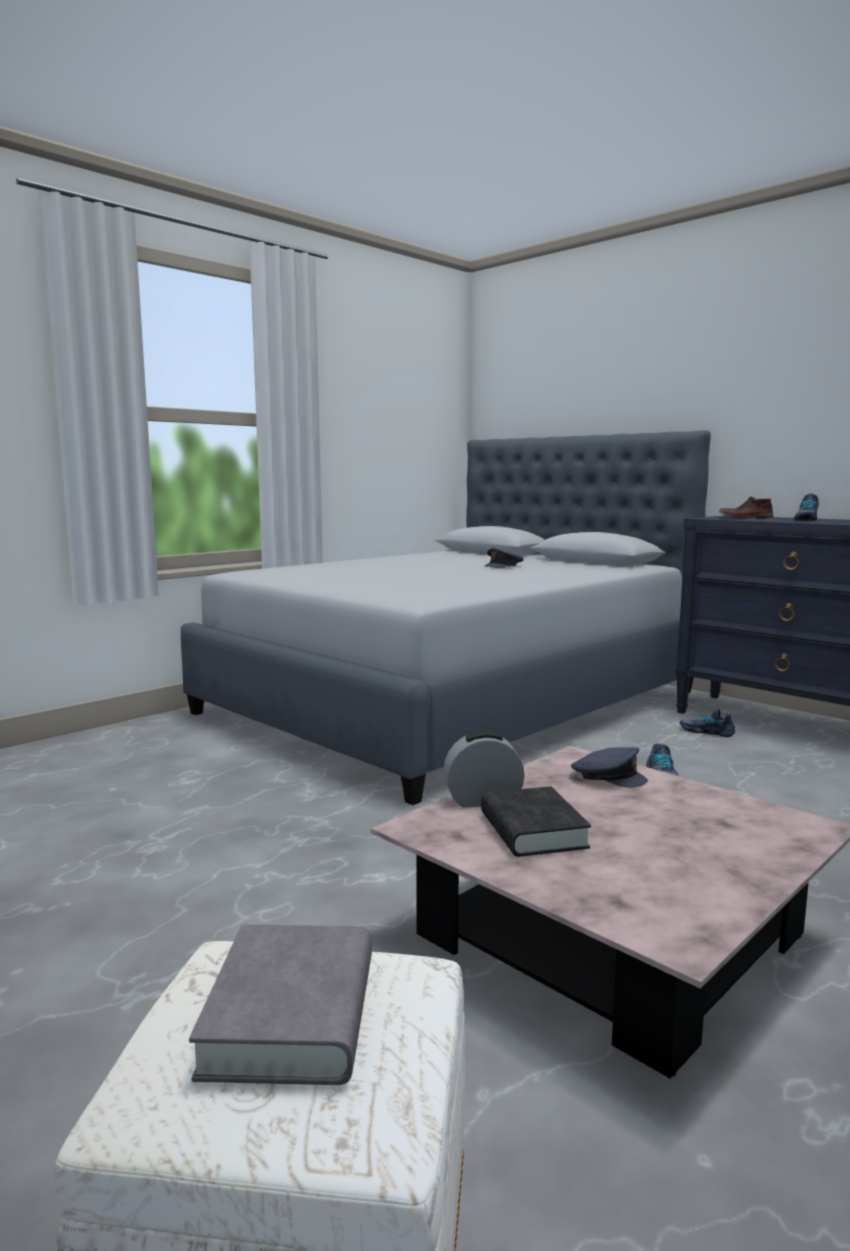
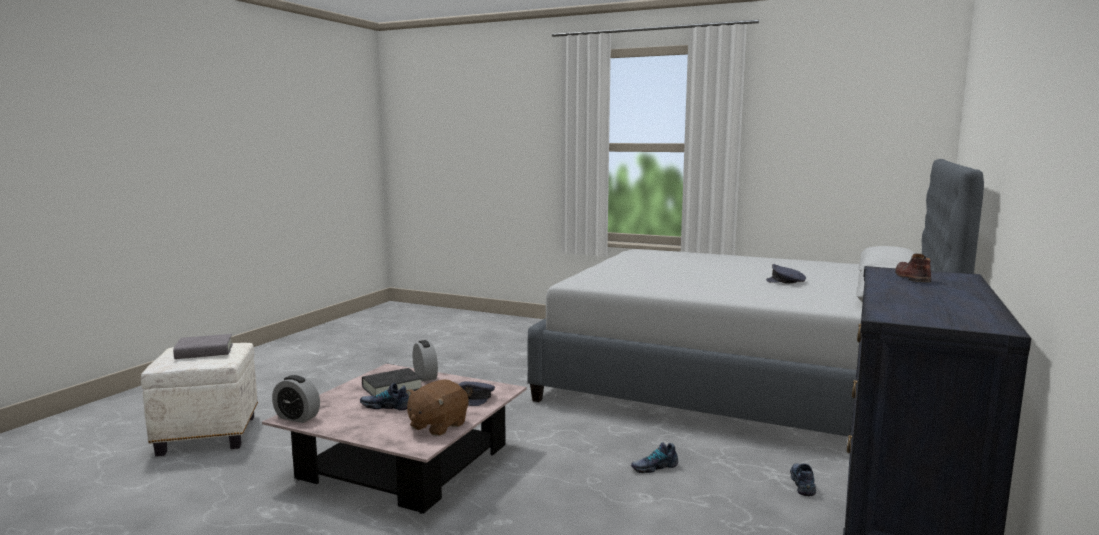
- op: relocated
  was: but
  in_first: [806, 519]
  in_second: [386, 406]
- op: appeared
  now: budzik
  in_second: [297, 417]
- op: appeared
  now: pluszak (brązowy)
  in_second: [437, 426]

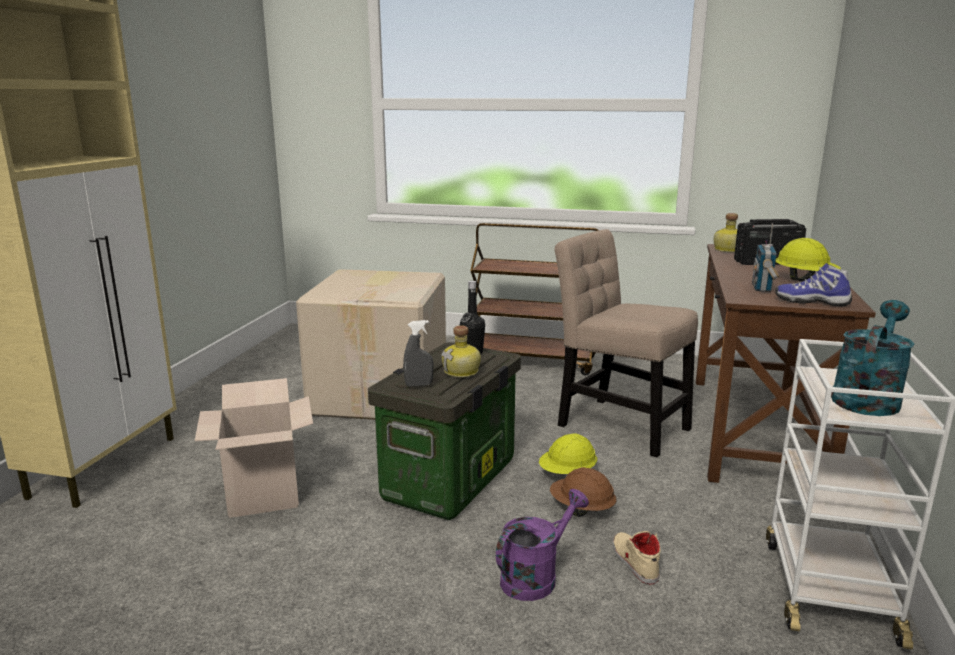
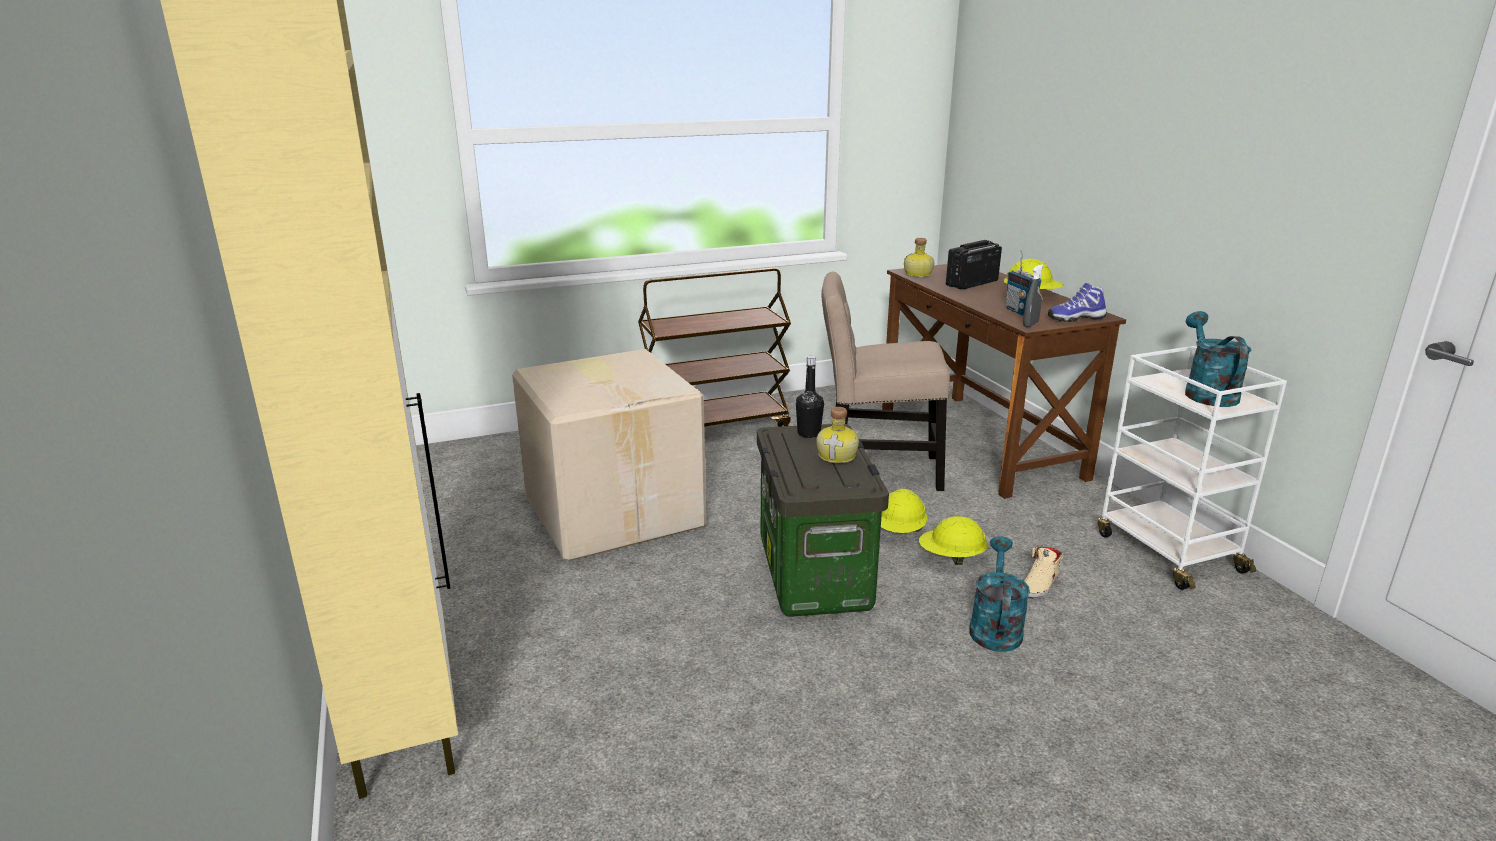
- op: relocated
  was: spryskiwacz (szary)
  in_first: [419, 385]
  in_second: [1030, 325]
- op: missing
  was: karton
  in_first: [263, 494]
- op: colour
  was: kask (brązowy)
  now: kask (żółty)
  in_first: [581, 509]
  in_second: [951, 558]
- op: colour
  was: konewka (fioletowy)
  now: konewka (turkusowy)
  in_first: [535, 576]
  in_second: [995, 627]
- op: spun
  was: but (beżowy)
  in_first: [634, 561]
  in_second: [1040, 584]
  clockwise: -90

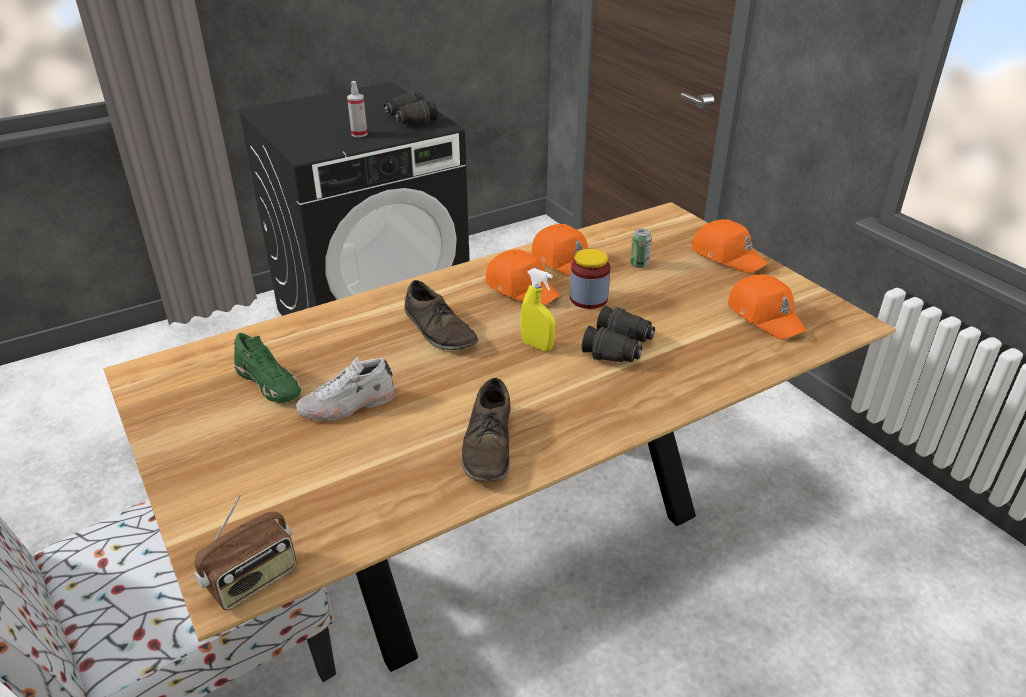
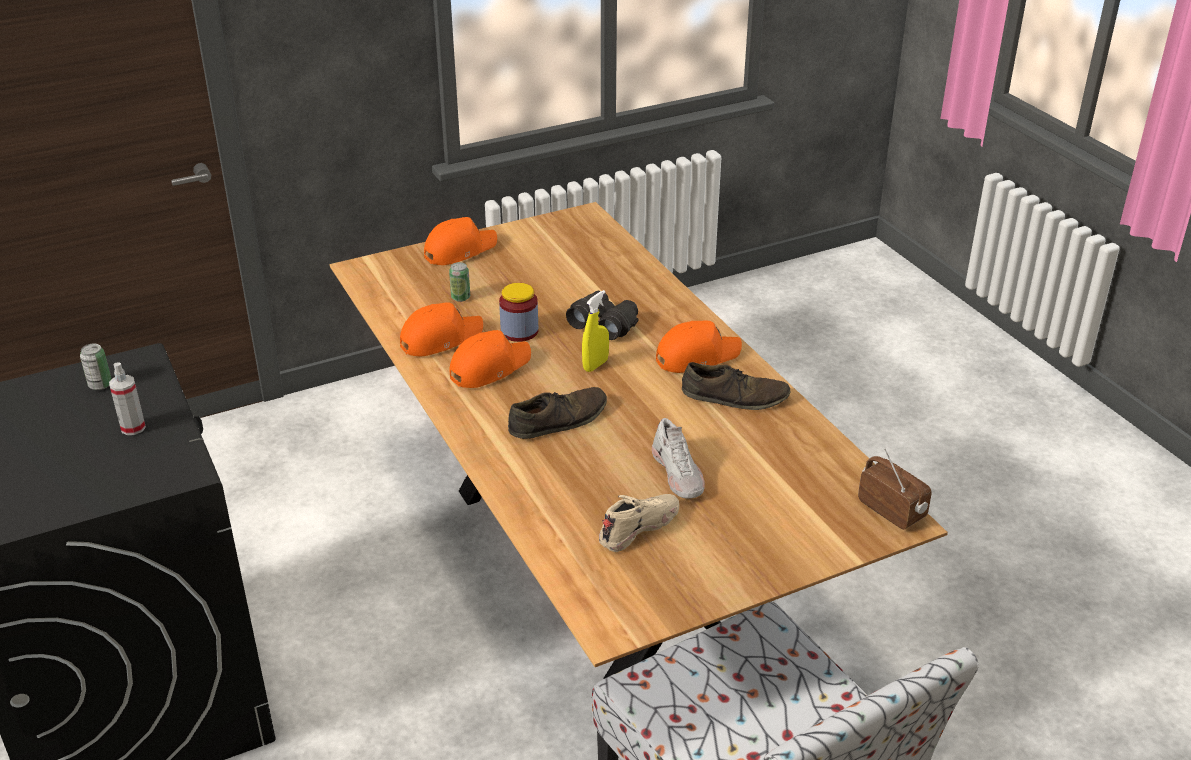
- op: exchanged
  was: lornetka (czarny)
  now: puszka
  in_first: [410, 119]
  in_second: [100, 385]
- op: relocated
  was: czapka z daszkiem (pomarańczowy)
  in_first: [765, 316]
  in_second: [696, 356]
- op: colour
  was: but (zielony)
  now: but (beżowy)
  in_first: [269, 383]
  in_second: [638, 527]

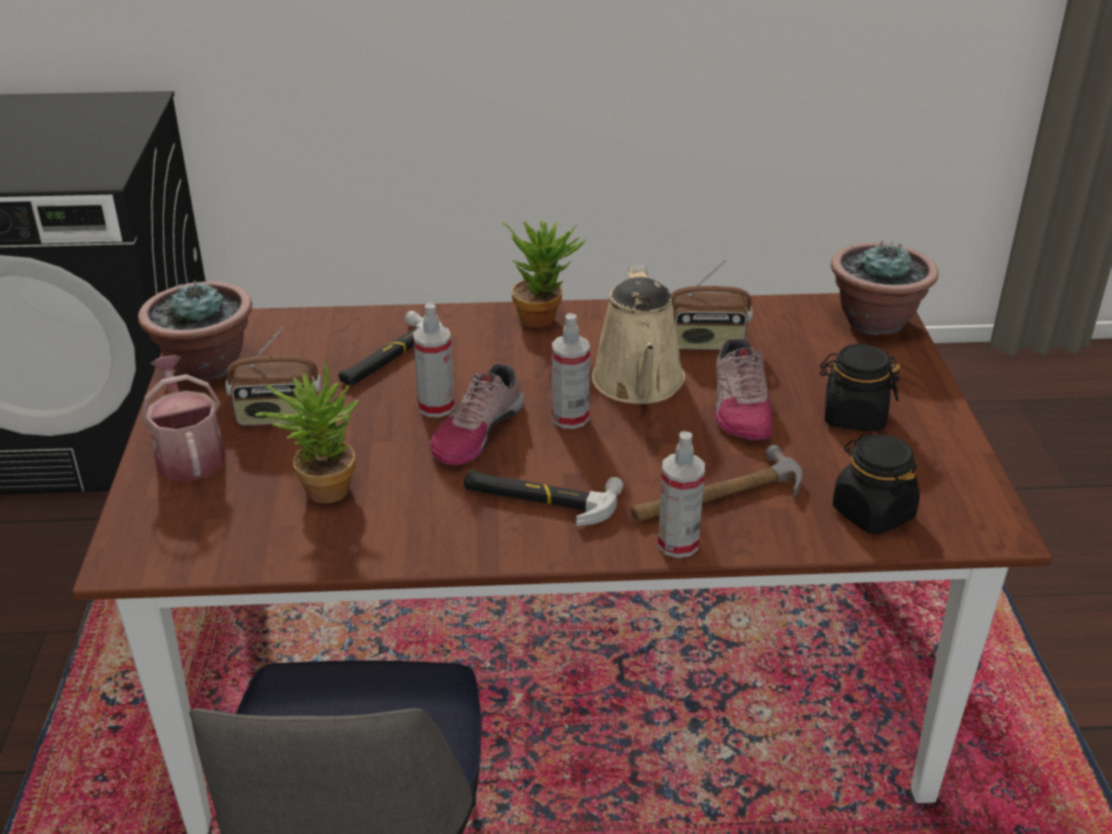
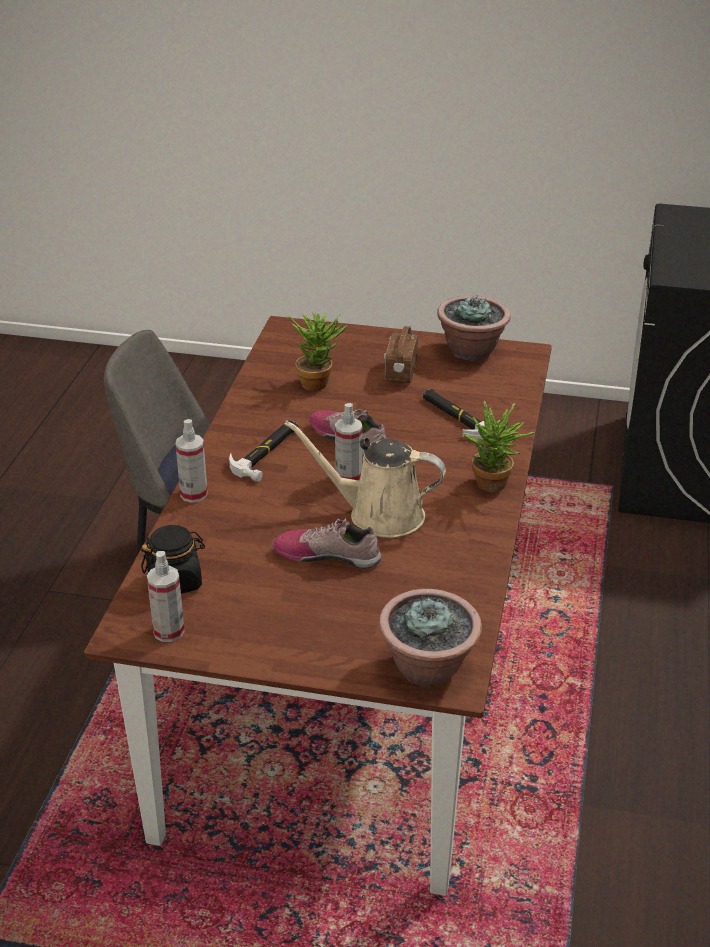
- op: missing
  was: radio
  in_first: [707, 343]
- op: relocated
  was: spryskiwacz
  in_first: [436, 407]
  in_second: [168, 631]
- op: missing
  was: słoik (czarny)
  in_first: [853, 416]
- op: missing
  was: konewka
  in_first: [189, 454]
- op: missing
  was: młotek
  in_first: [717, 497]

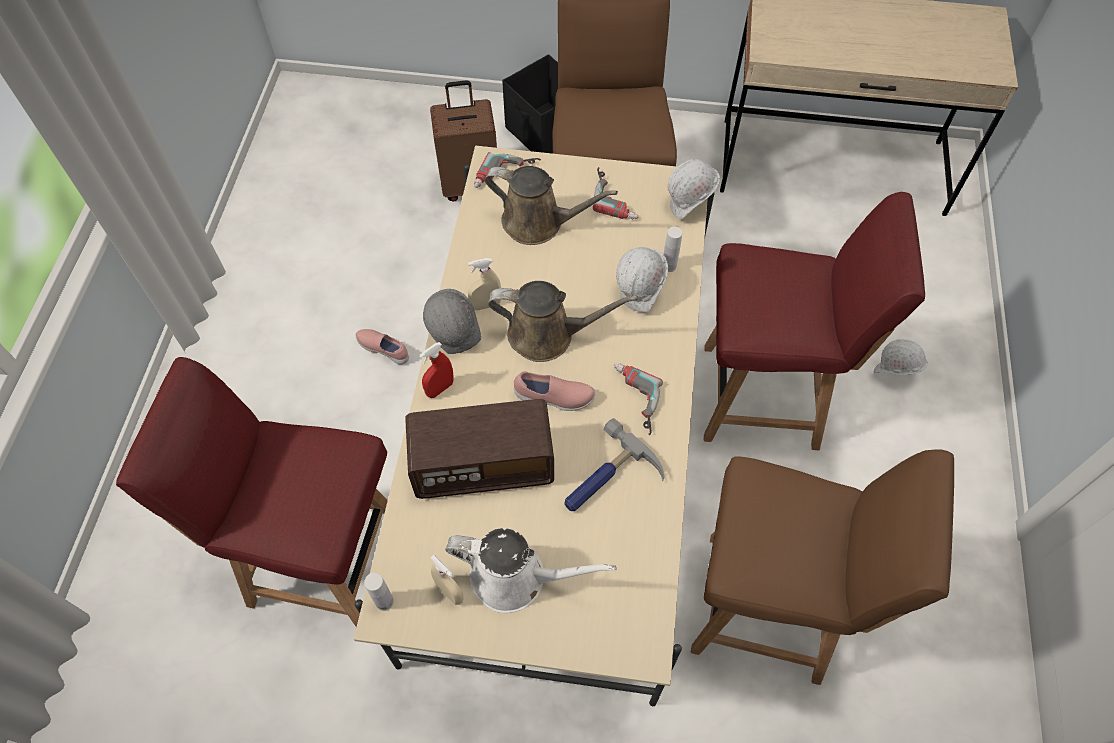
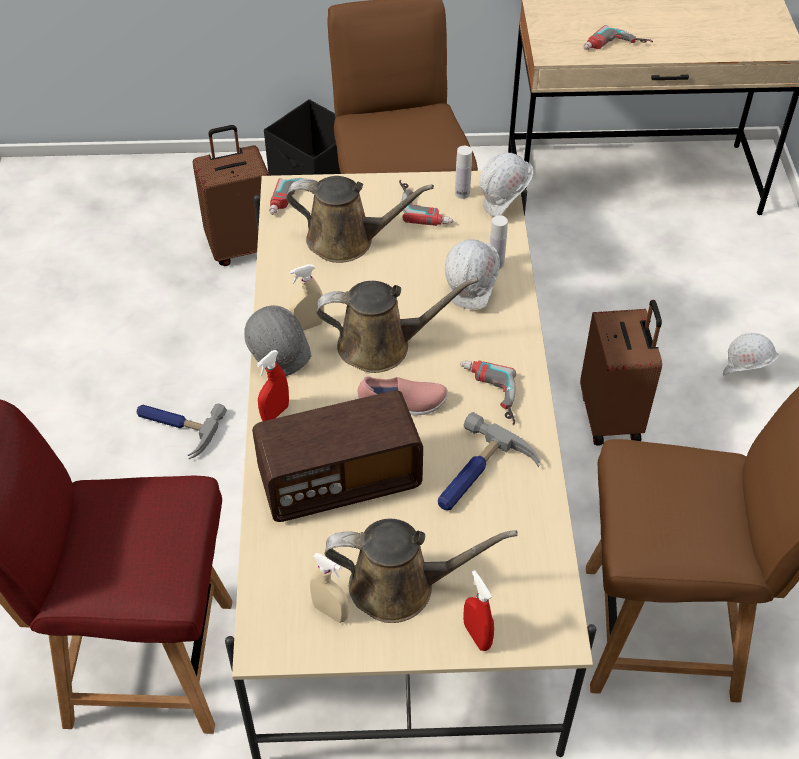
- op: exchanged
  was: krzesło (czerwony)
  now: walizka (brązowy)
  in_first: [764, 396]
  in_second: [612, 417]
- op: exchanged
  was: but (różowy)
  now: młotek
  in_first: [384, 349]
  in_second: [175, 428]
- op: colour
  was: konewka (biały)
  now: konewka (brązowy)
  in_first: [516, 578]
  in_second: [401, 586]
- op: relocated
  was: butelka (biały)
  in_first: [384, 601]
  in_second: [462, 193]
- op: appeared
  now: wiertarka
  in_second: [616, 48]
- op: appeared
  now: spryskiwacz (czerwony)
  in_second: [477, 636]

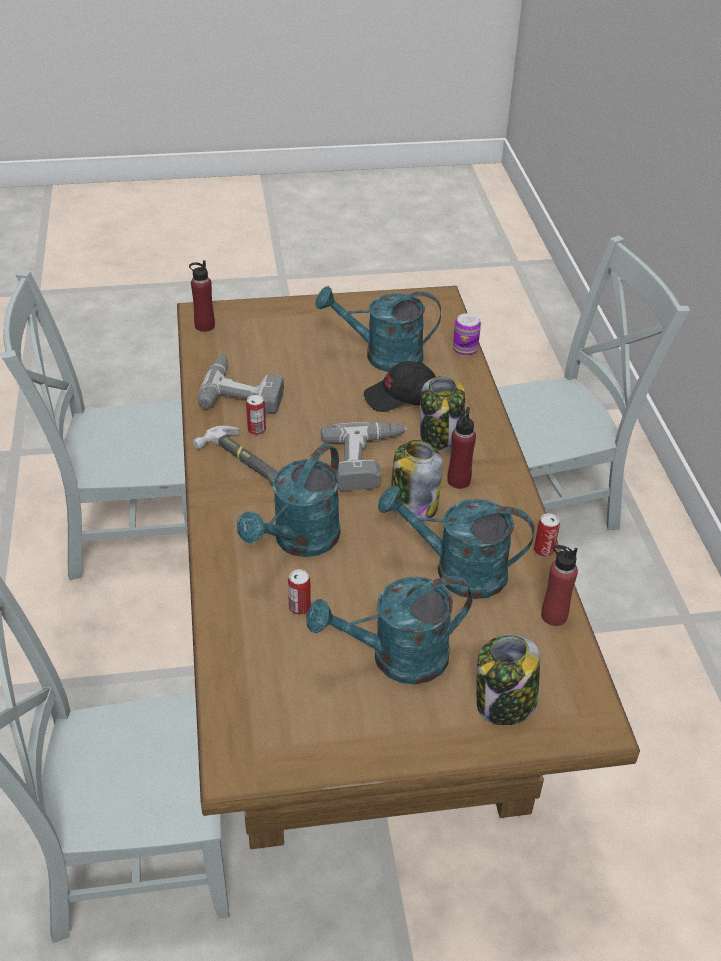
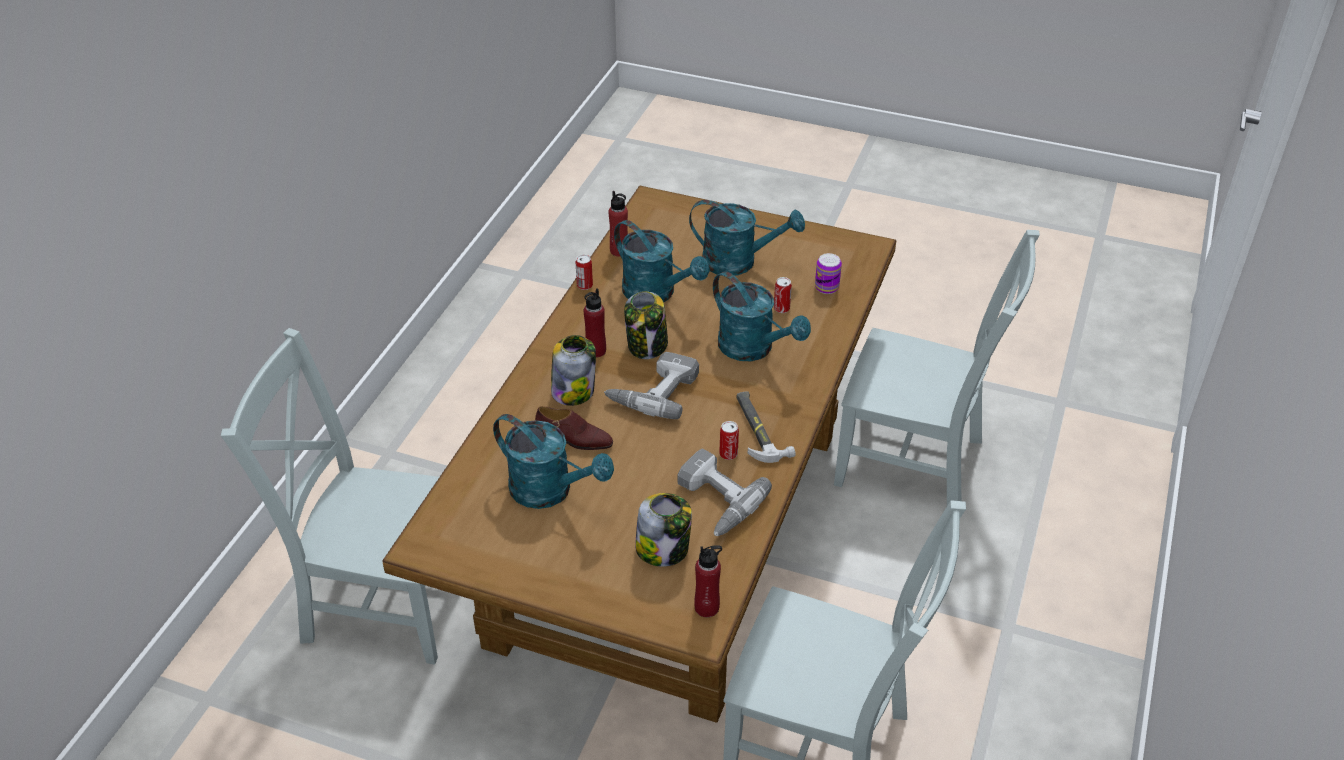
- op: relocated
  was: puszka
  in_first: [465, 349]
  in_second: [826, 287]
- op: exchanged
  was: czapka z daszkiem (czarny)
  now: but (brązowy)
  in_first: [401, 397]
  in_second: [574, 439]
- op: spun
  was: konewka (turkusowy)
  in_first: [299, 542]
  in_second: [753, 349]
  clockwise: 75
- op: relocated
  was: słoik
  in_first: [504, 703]
  in_second: [663, 549]

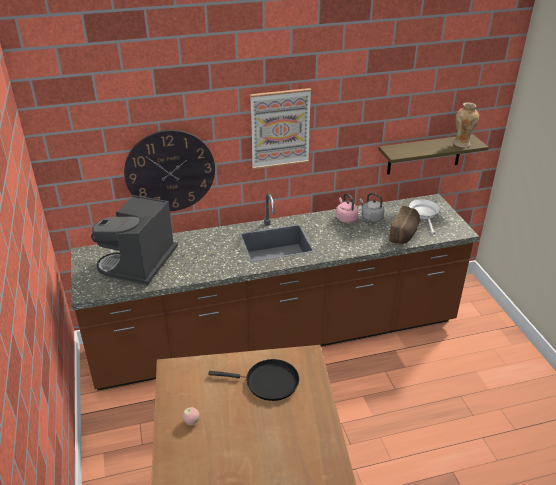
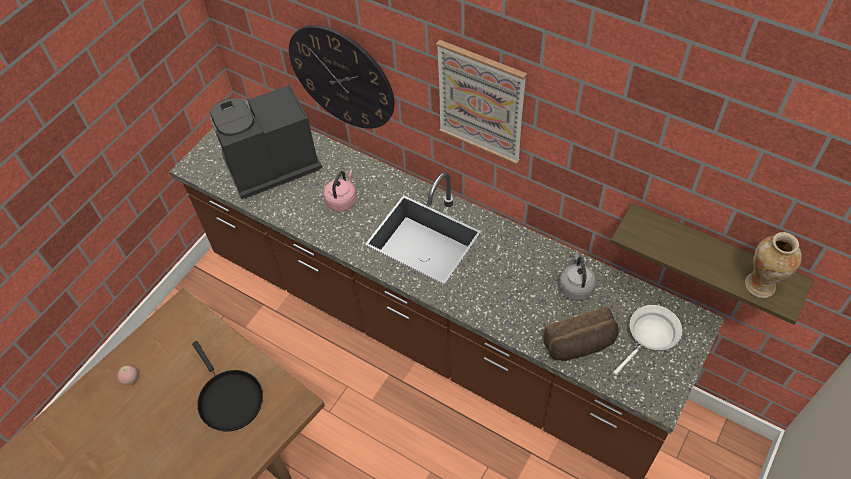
- op: relocated
  was: czajnik (różowy)
  in_first: [345, 218]
  in_second: [342, 200]

